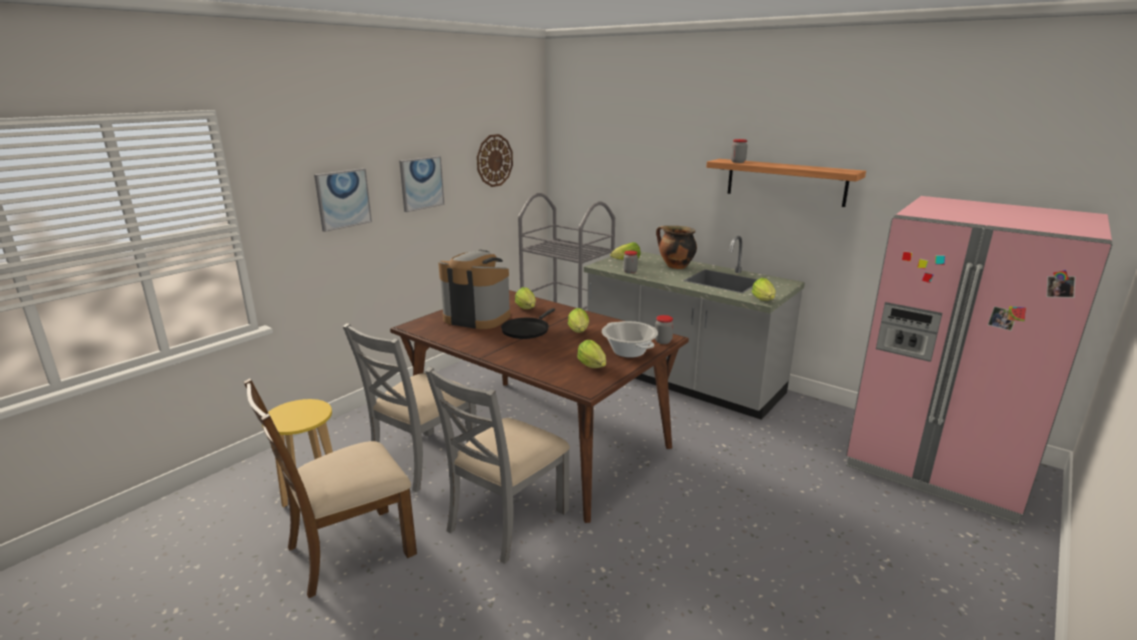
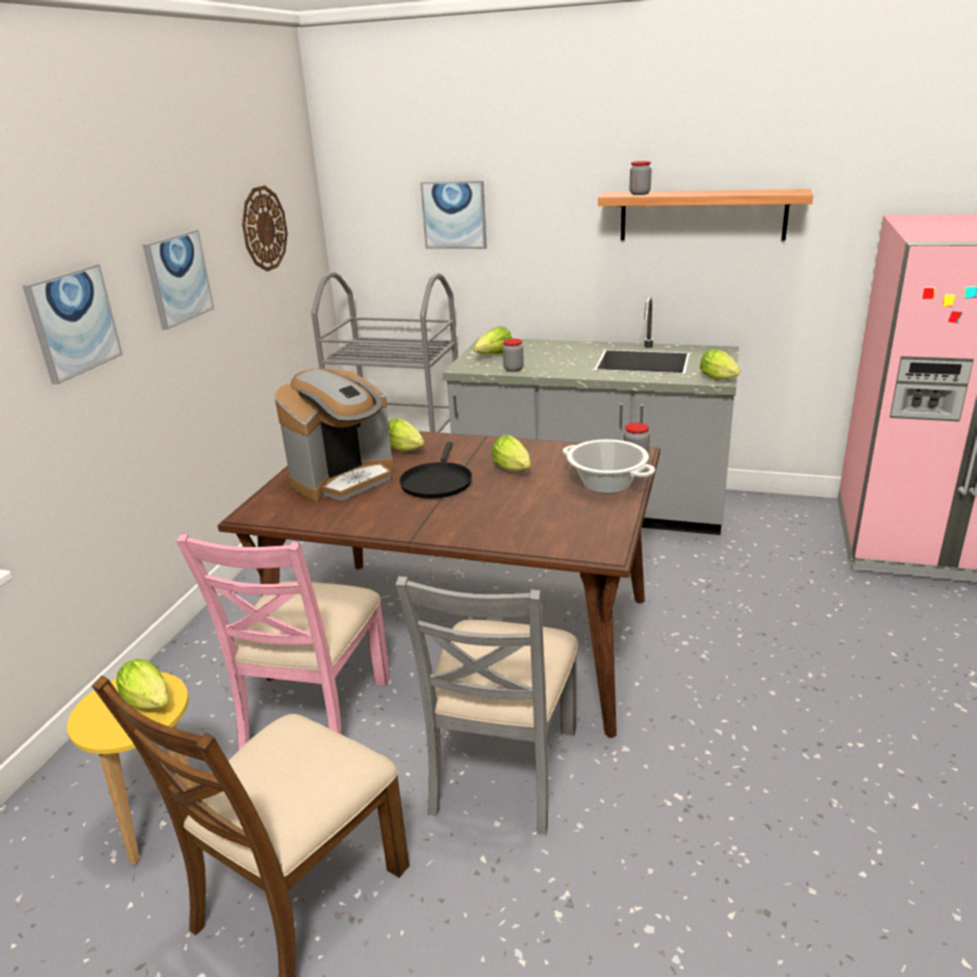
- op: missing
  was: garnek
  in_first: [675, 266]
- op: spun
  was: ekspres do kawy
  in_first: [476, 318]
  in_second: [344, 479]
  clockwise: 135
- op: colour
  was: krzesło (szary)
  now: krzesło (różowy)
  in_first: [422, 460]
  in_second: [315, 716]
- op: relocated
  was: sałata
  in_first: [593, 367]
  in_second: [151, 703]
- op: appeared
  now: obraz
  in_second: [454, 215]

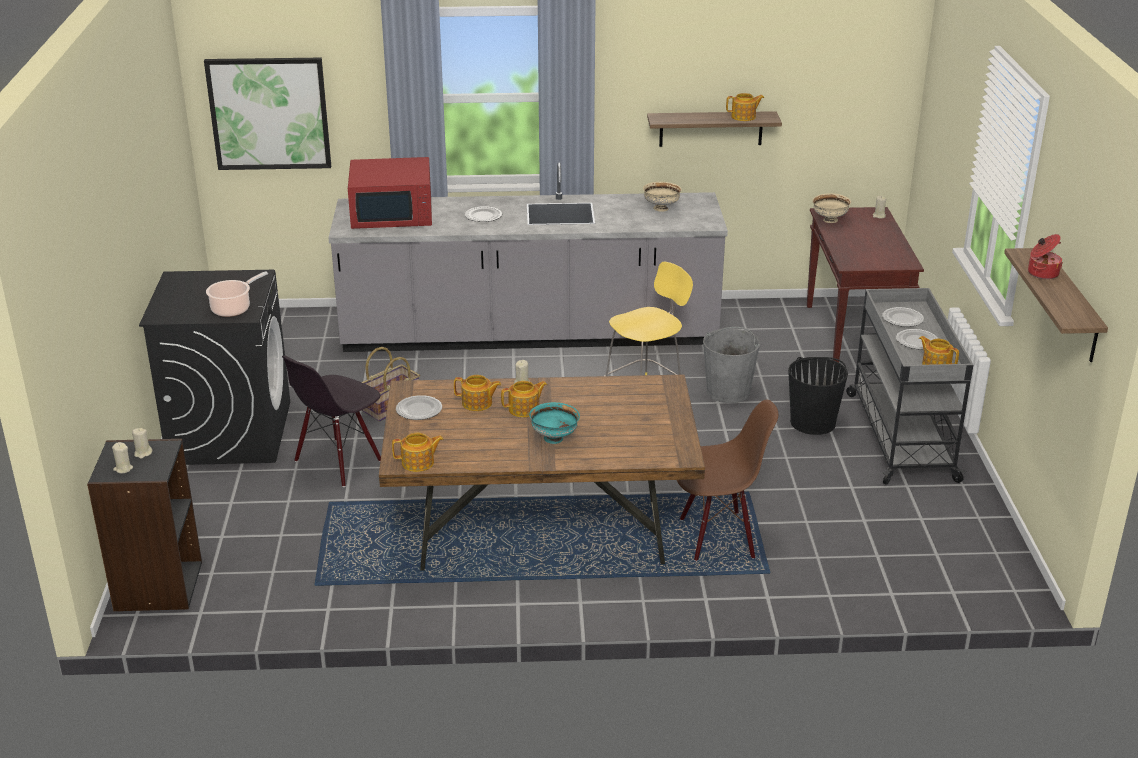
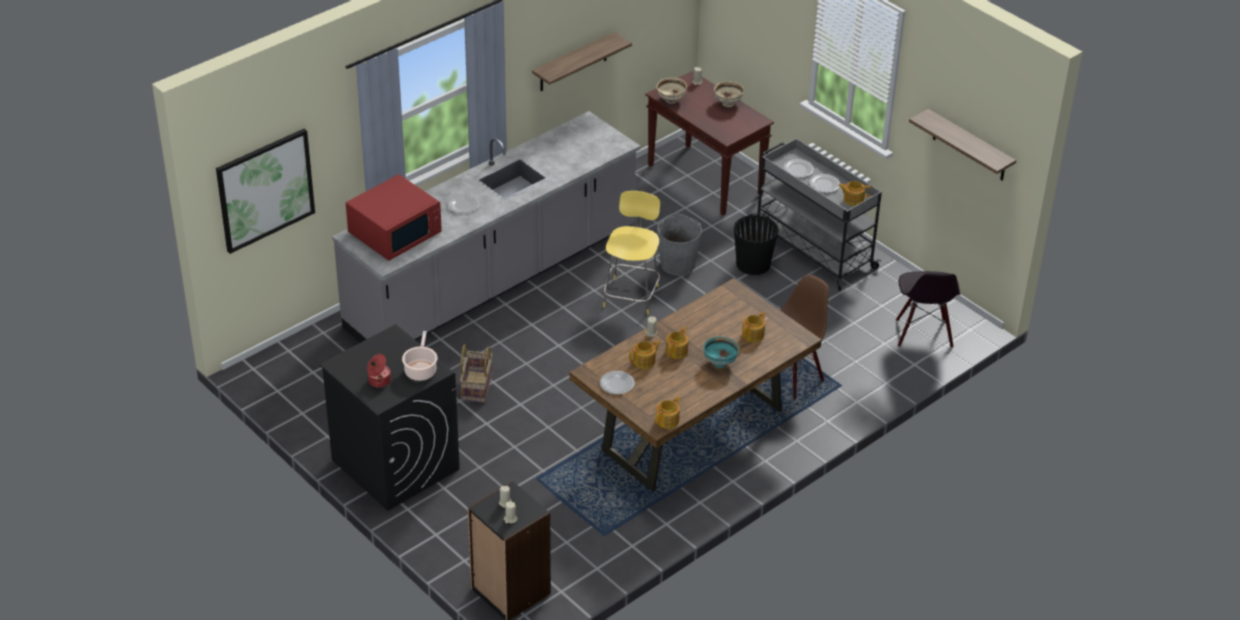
- op: relocated
  was: imbryk
  in_first: [744, 117]
  in_second: [753, 334]
- op: relocated
  was: miska (beżowy)
  in_first: [661, 208]
  in_second: [727, 103]
- op: relocated
  was: garnek
  in_first: [1042, 273]
  in_second: [378, 381]
- op: relocated
  was: krzesło (czarny)
  in_first: [338, 462]
  in_second: [923, 334]

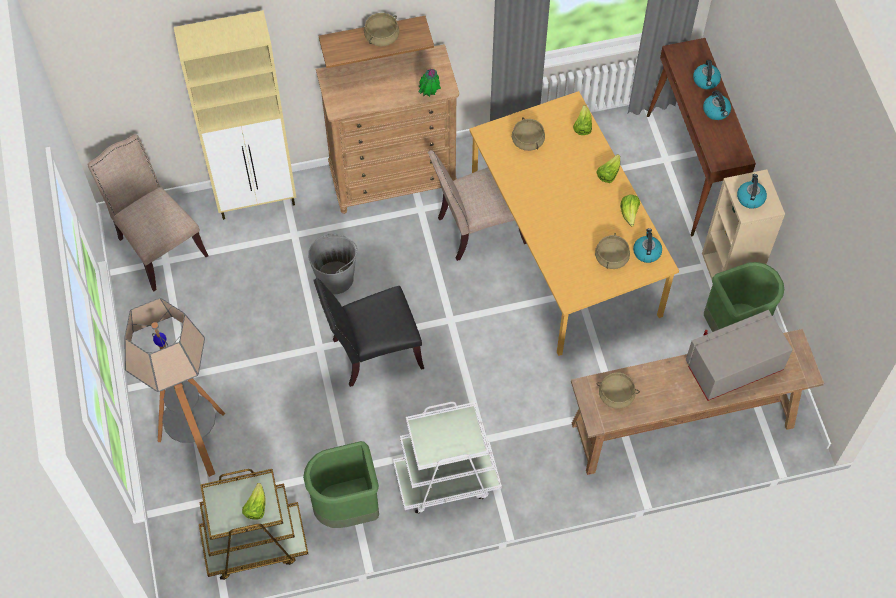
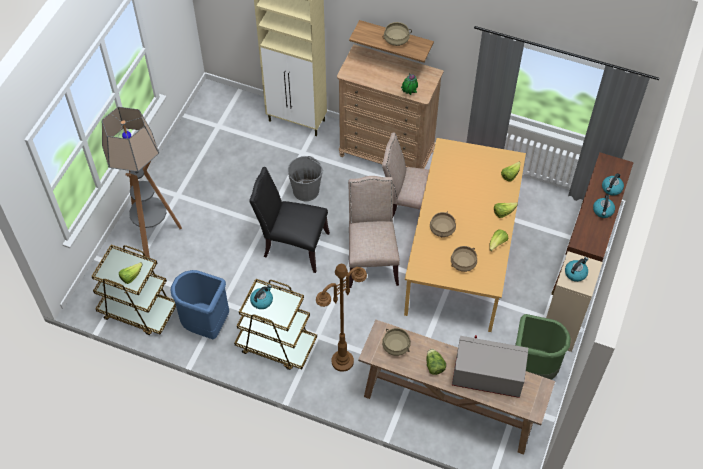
- op: relocated
  was: garnek (beżowy)
  in_first: [528, 141]
  in_second: [442, 229]
- op: relocated
  was: krzesło (beżowy)
  in_first: [158, 245]
  in_second: [371, 260]
- op: relocated
  was: czajnik
  in_first: [646, 252]
  in_second: [262, 300]
- op: colour
  was: wózek (biały)
  now: wózek (brązowy)
  in_first: [446, 479]
  in_second: [276, 344]
- op: colour
  was: kosz na śmieci (zielony)
  now: kosz na śmieci (niebieski)
  in_first: [348, 509]
  in_second: [205, 325]
- op: appeared
  now: lampa stojąca (brązowy)
  in_second: [342, 361]
- op: appeared
  now: sałata
  in_second: [434, 366]

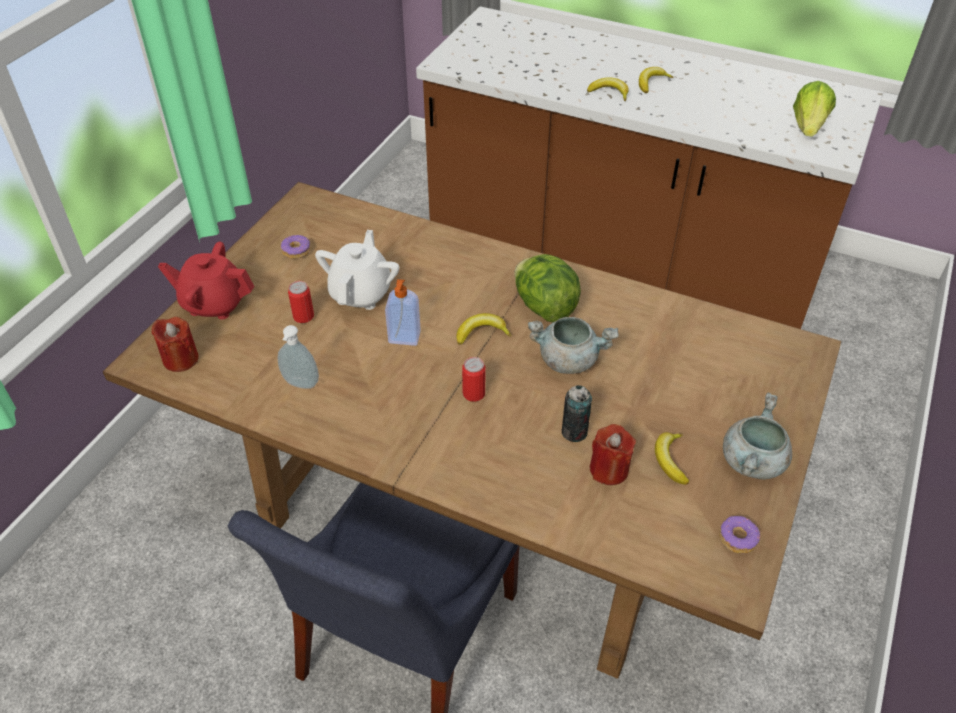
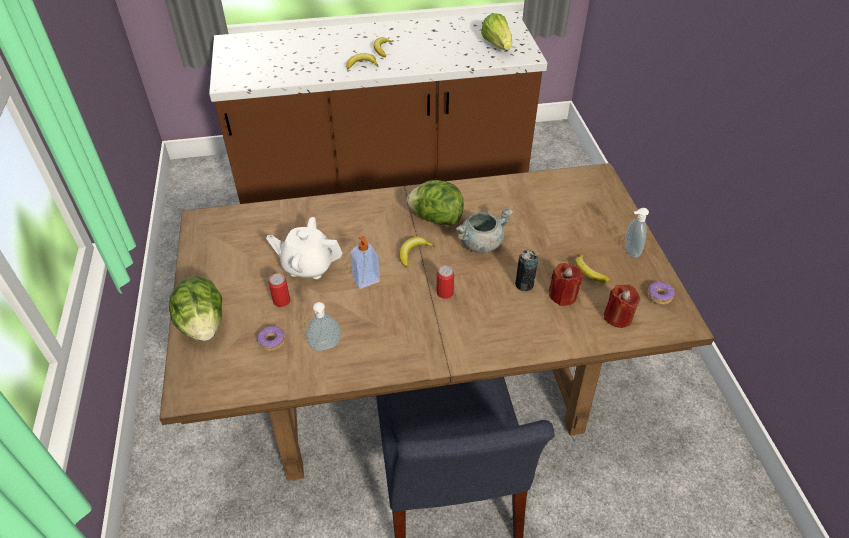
- op: spun
  was: imbryk (biały)
  in_first: [361, 293]
  in_second: [308, 266]
  clockwise: -60
- op: relocated
  was: donut
  in_first: [296, 251]
  in_second: [272, 341]
- op: exchanged
  was: imbryk (czerwony)
  now: sałata
  in_first: [214, 303]
  in_second: [203, 325]
- op: relocated
  was: świeca (czerwony)
  in_first: [180, 359]
  in_second: [618, 317]
- op: exchanged
  was: garnek (szary)
  now: dozownik mydła
  in_first: [753, 463]
  in_second: [629, 251]

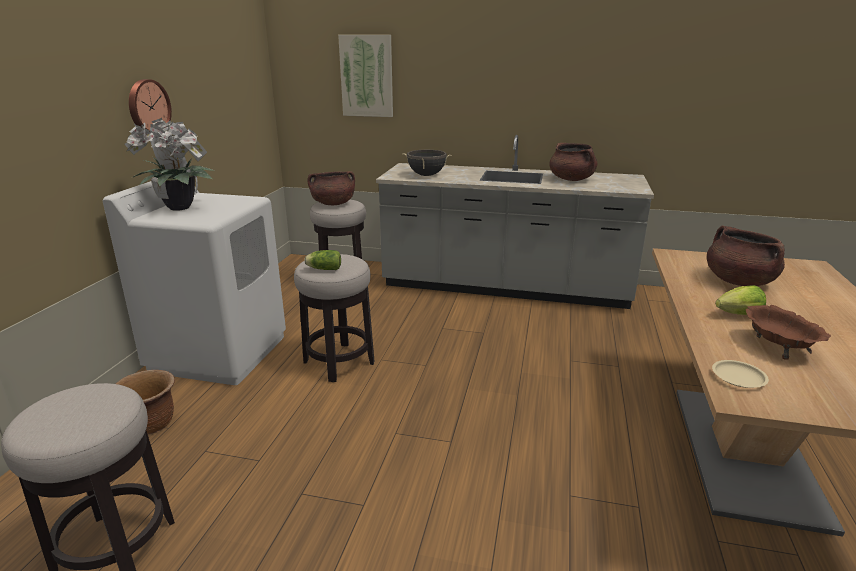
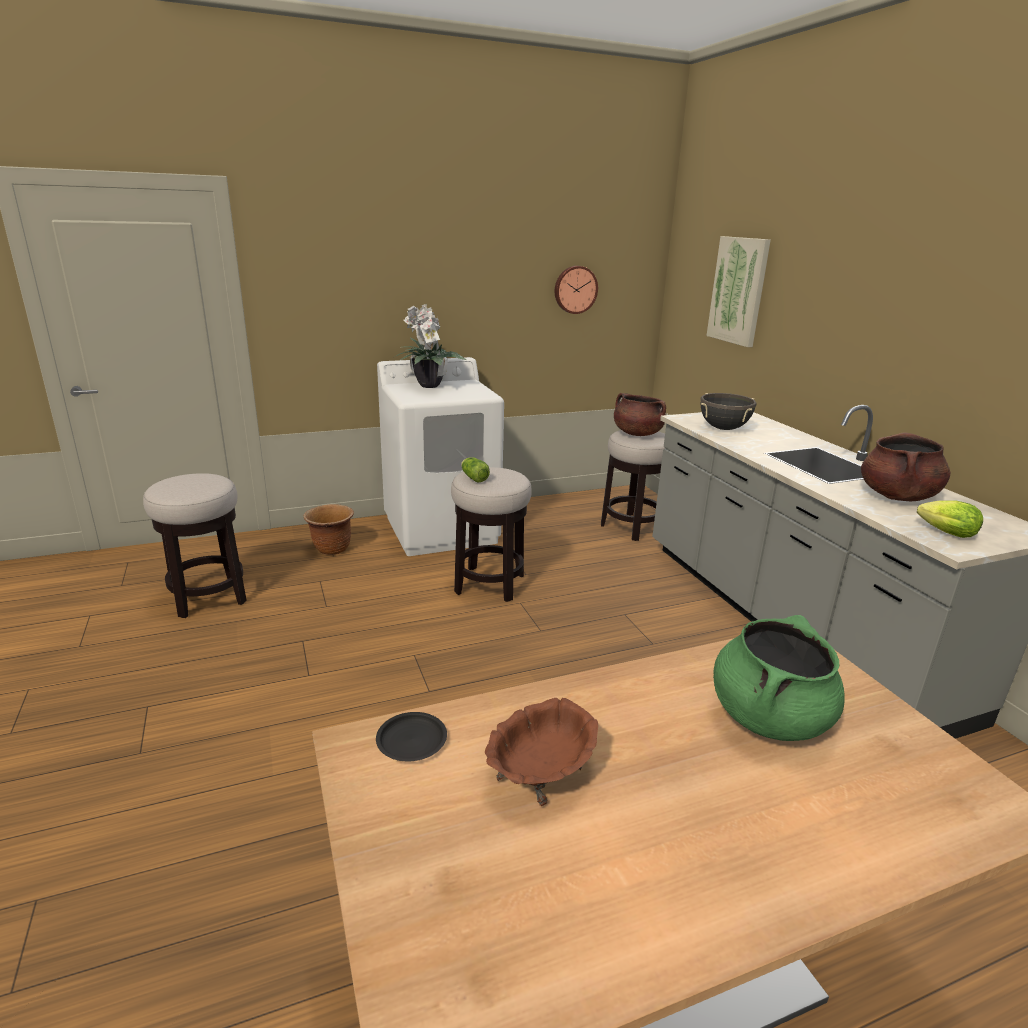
- op: relocated
  was: zegar ścienny
  in_first: [148, 107]
  in_second: [575, 289]
- op: colour
  was: garnek (brązowy)
  now: garnek (zielony)
  in_first: [738, 281]
  in_second: [769, 717]
- op: relocated
  was: sałata
  in_first: [736, 315]
  in_second: [943, 532]
- op: colour
  was: talerz (beżowy)
  now: talerz (czarny)
  in_first: [738, 377]
  in_second: [411, 740]

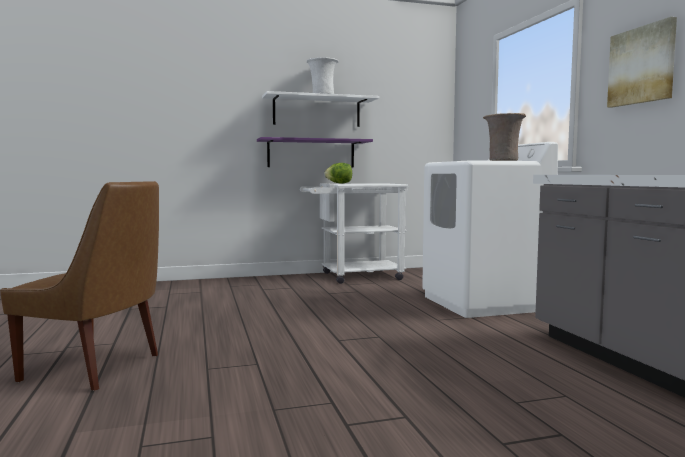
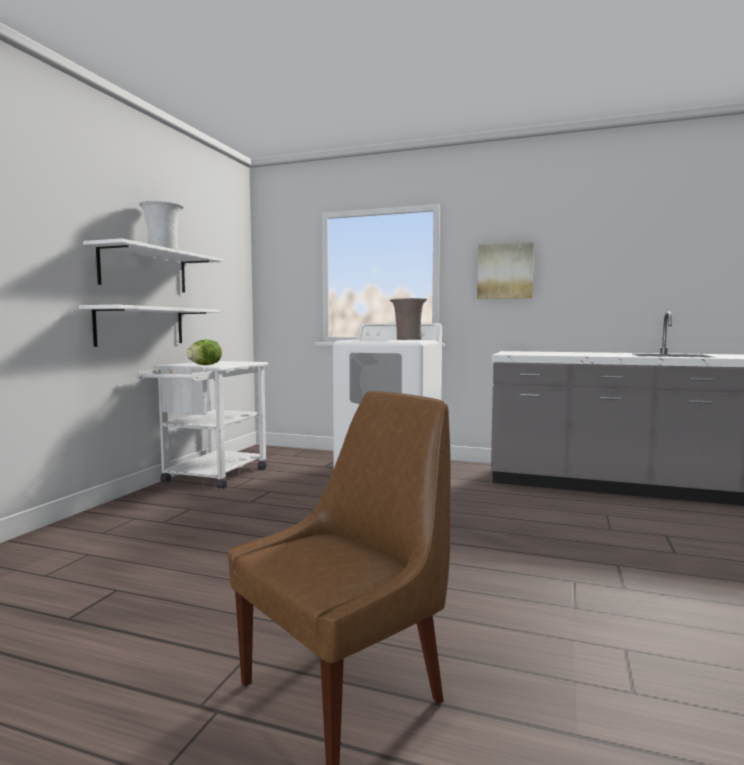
- op: colour
  was: półka (fioletowy)
  now: półka (biały)
  in_first: [311, 153]
  in_second: [141, 326]

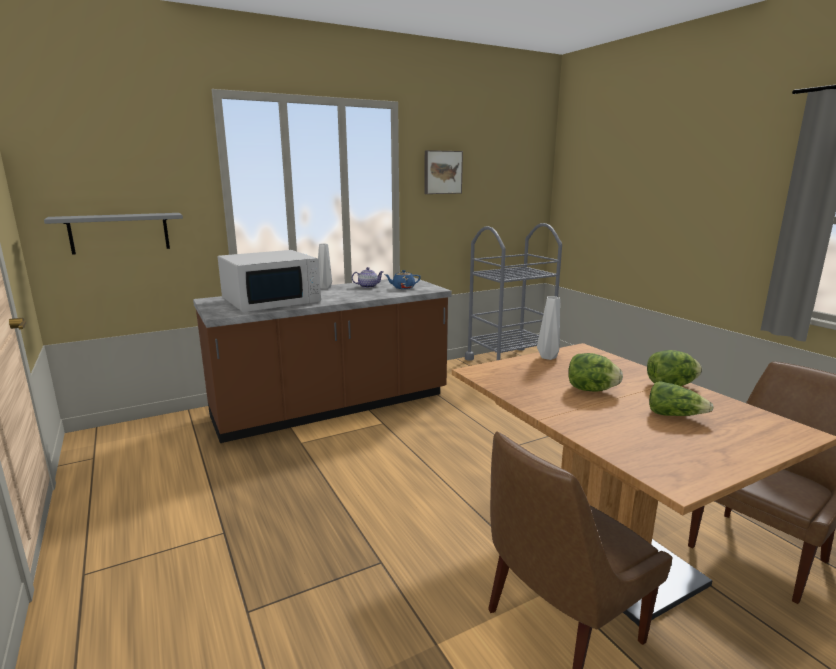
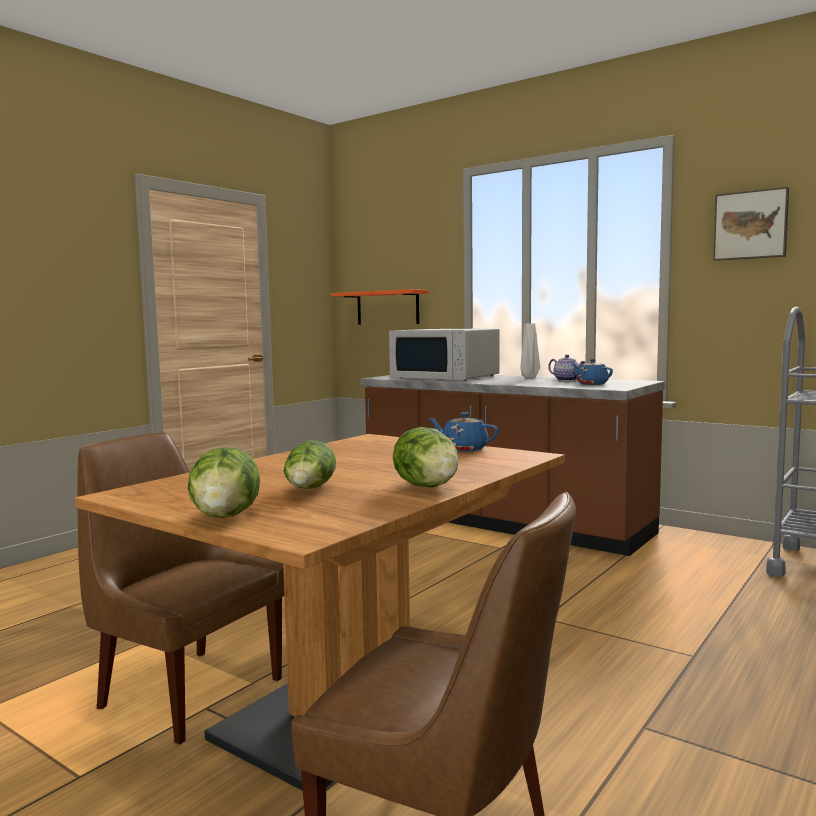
- op: colour
  was: półka (szary)
  now: półka (pomarańczowy)
  in_first: [119, 233]
  in_second: [387, 308]
- op: exchanged
  was: wazon (szary)
  now: imbryk (niebieski)
  in_first: [549, 357]
  in_second: [463, 449]
- op: relocated
  was: sałata
  in_first: [591, 390]
  in_second: [226, 516]

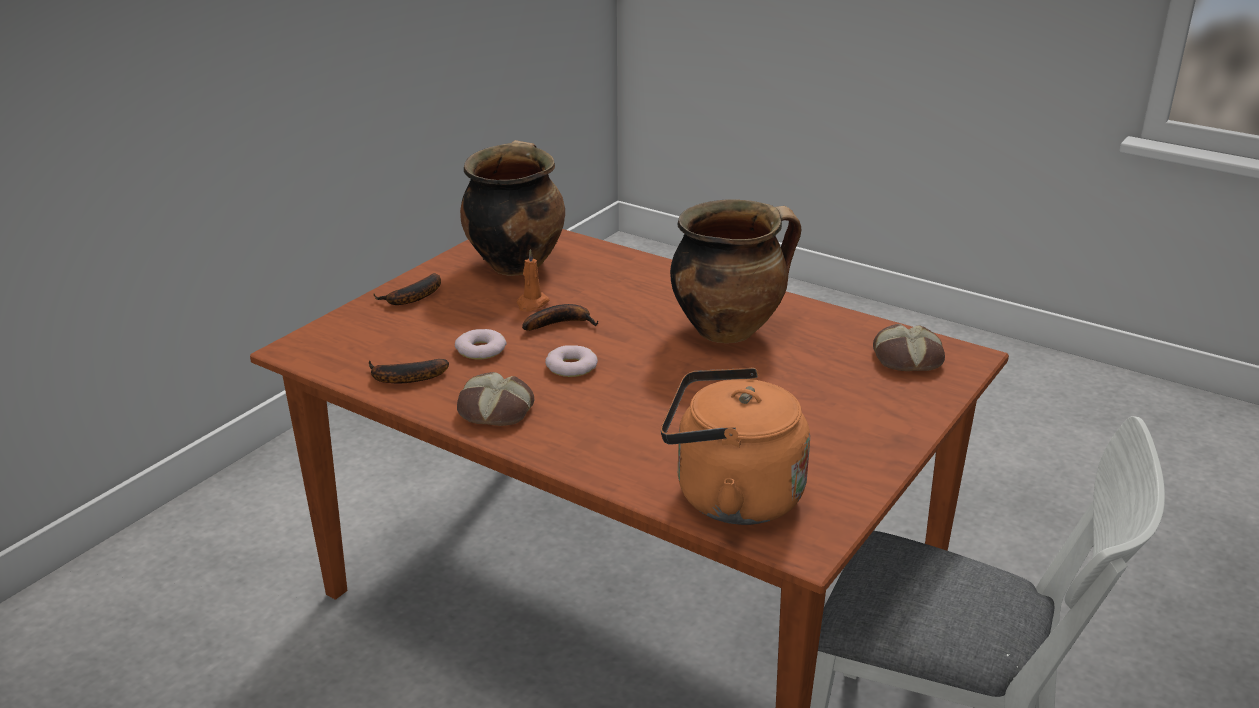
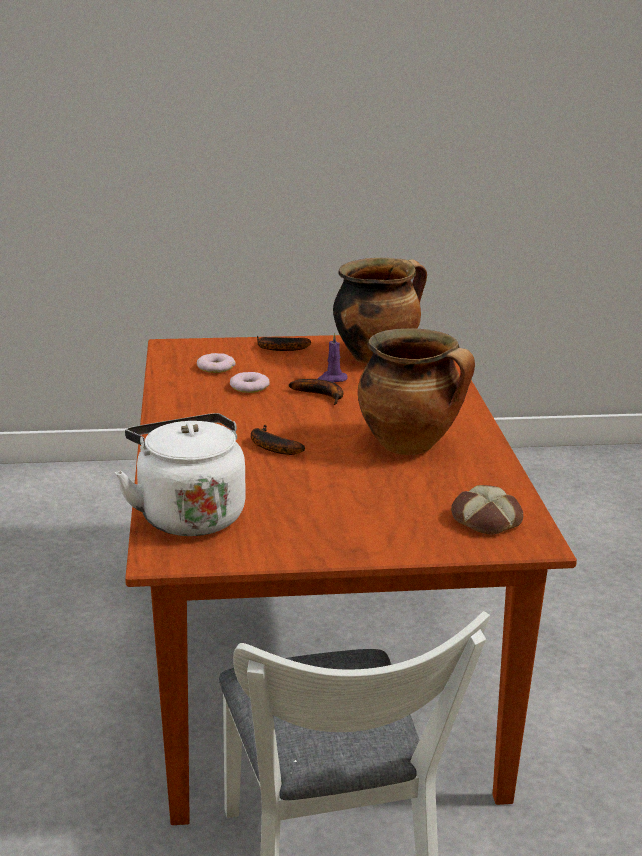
- op: colour
  was: świeca (pomarańczowy)
  now: świeca (fioletowy)
  in_first: [531, 304]
  in_second: [332, 379]
- op: relocated
  was: donut
  in_first: [571, 366]
  in_second: [216, 367]
- op: relocated
  was: banan
  in_first: [403, 378]
  in_second: [270, 446]
- op: colour
  was: czajnik (pomarańczowy)
  now: czajnik (biały)
  in_first: [730, 496]
  in_second: [188, 515]
- op: missing
  was: chleb
  in_first: [494, 410]

